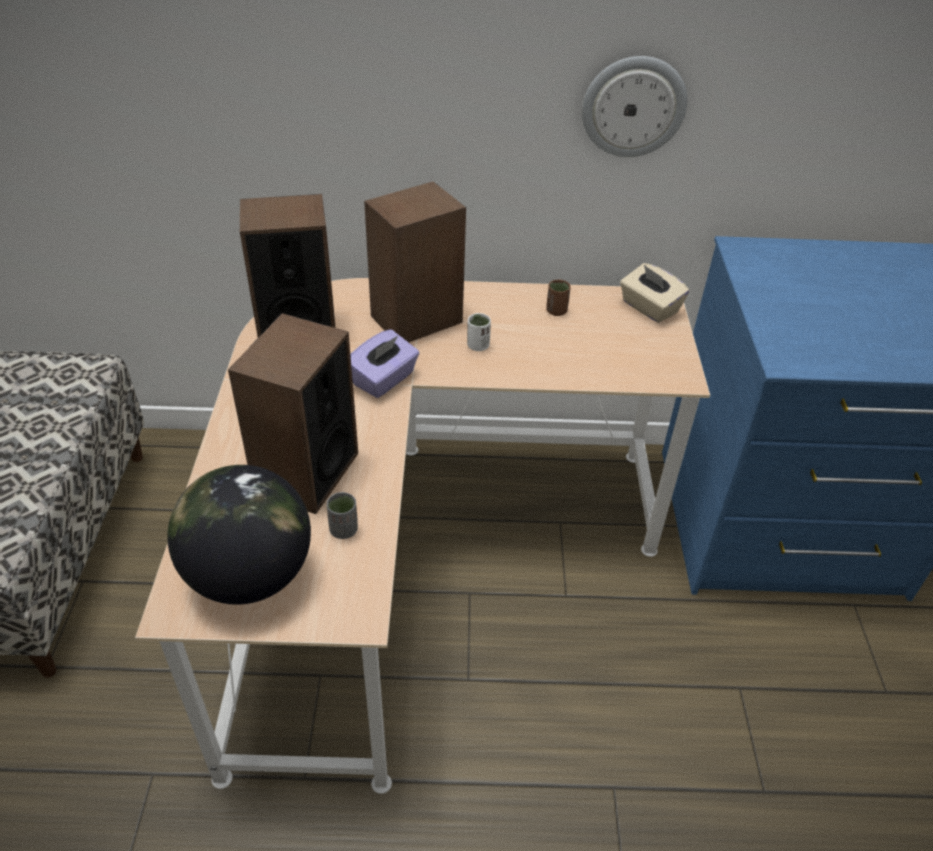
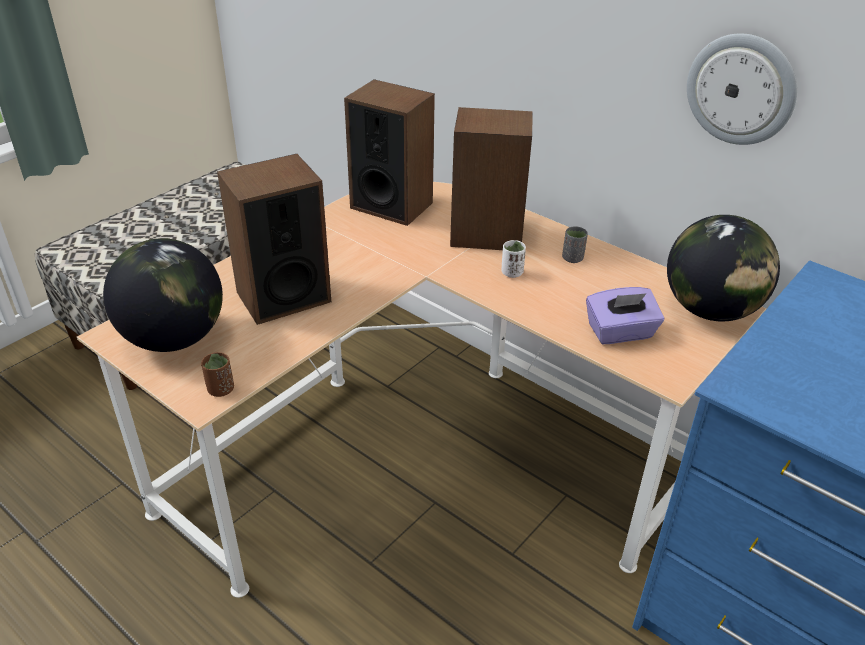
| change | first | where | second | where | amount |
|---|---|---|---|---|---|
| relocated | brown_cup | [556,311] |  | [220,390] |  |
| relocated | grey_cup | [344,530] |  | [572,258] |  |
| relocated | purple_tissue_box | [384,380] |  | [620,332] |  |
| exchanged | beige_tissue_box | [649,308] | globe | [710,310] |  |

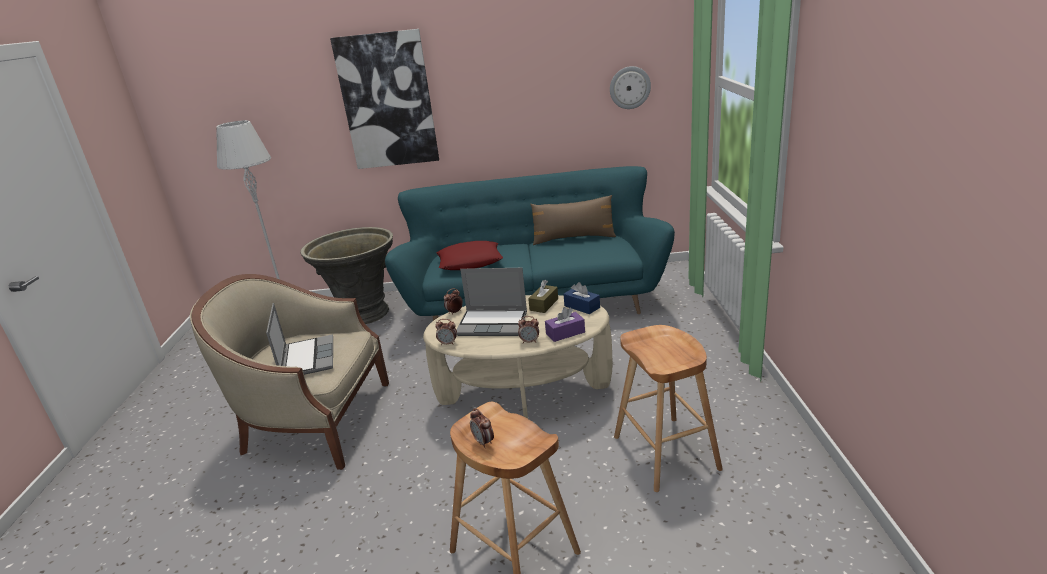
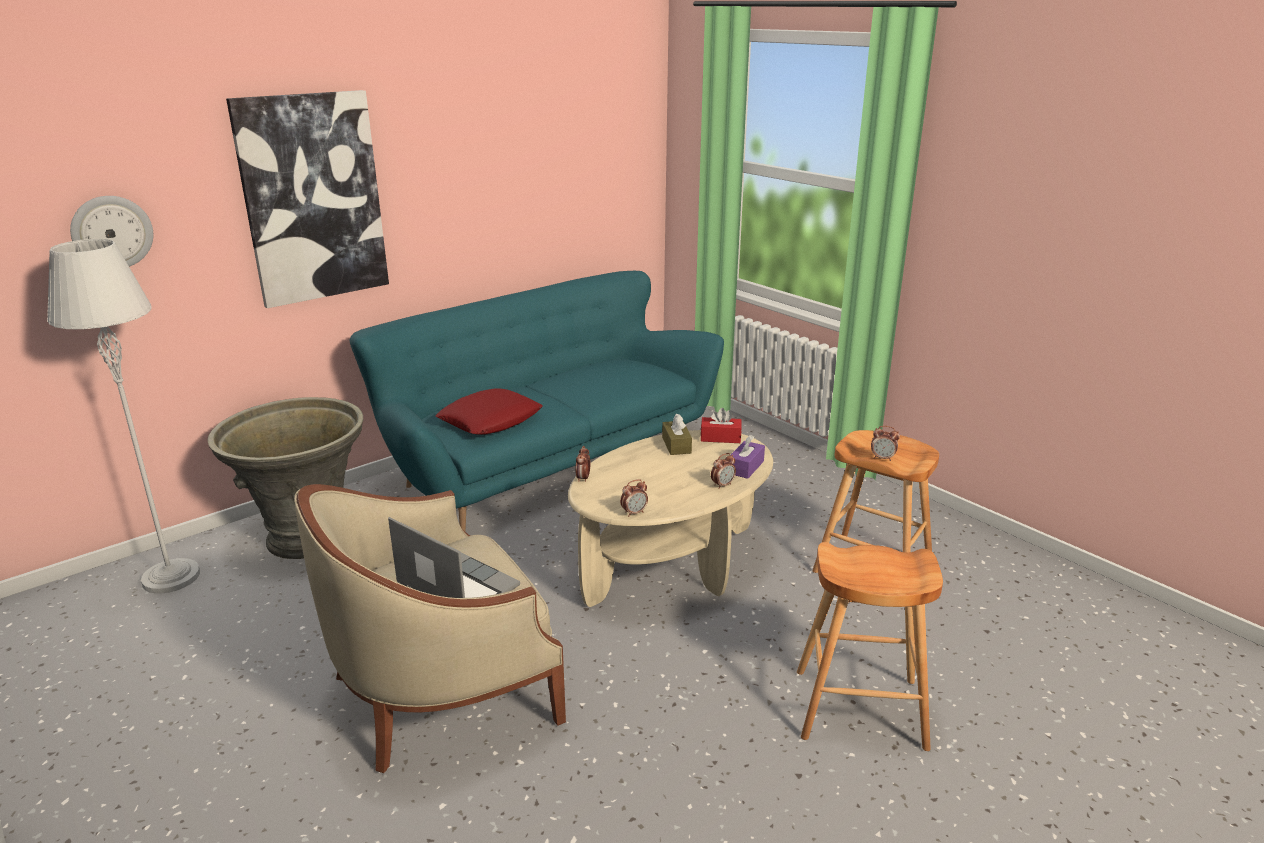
| change | first | where | second | where | amount |
|---|---|---|---|---|---|
| relocated | wall_clock | [629,87] |  | [112,232] |  |
| colour | blue_tissue_box | [582,307] | red_tissue_box | [720,438] |  |
| relocated | alarm_clock | [483,442] |  | [882,458] |  |
| missing | laptop | [493,323] |  |  |  |
| missing | brown_pillow | [573,238] |  |  |  |

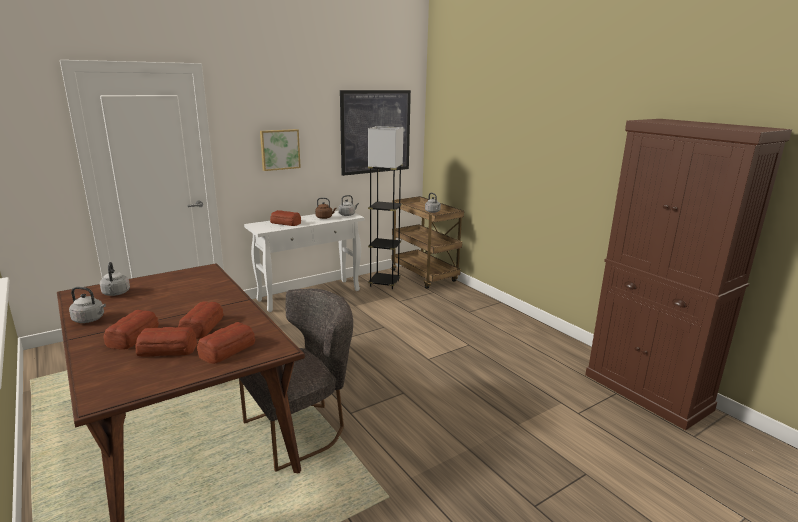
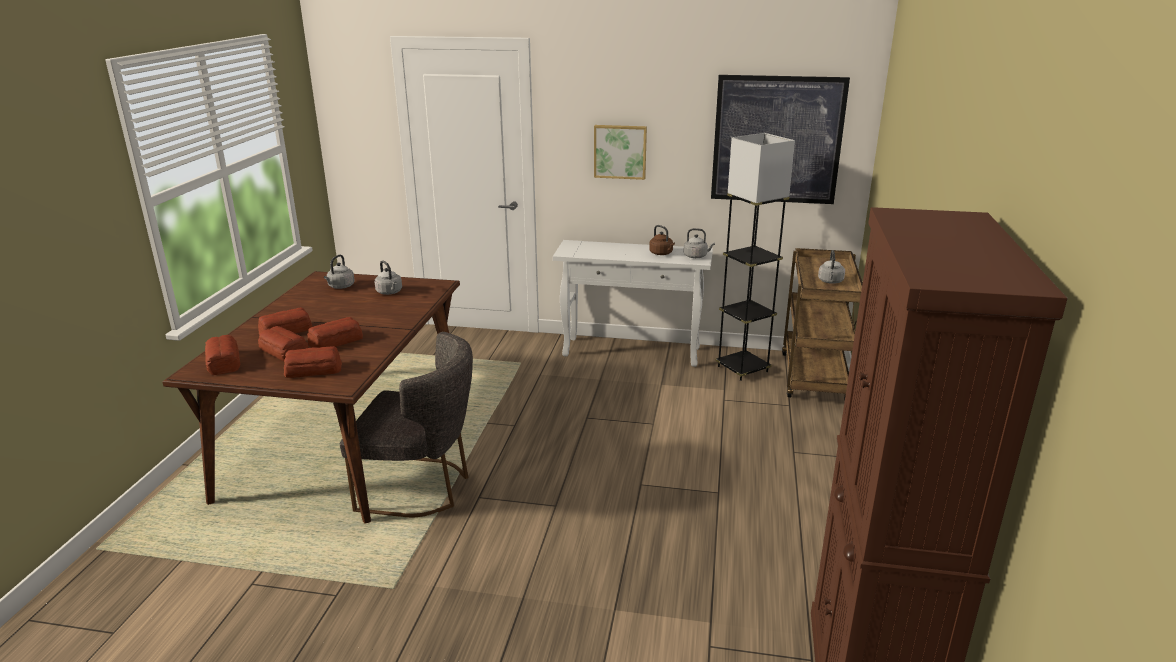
| change | first | where | second | where | amount |
|---|---|---|---|---|---|
| relocated | bread | [285,223] |  | [224,362] |  |
| relocated | grey_kettle | [90,319] |  | [390,292] |  |

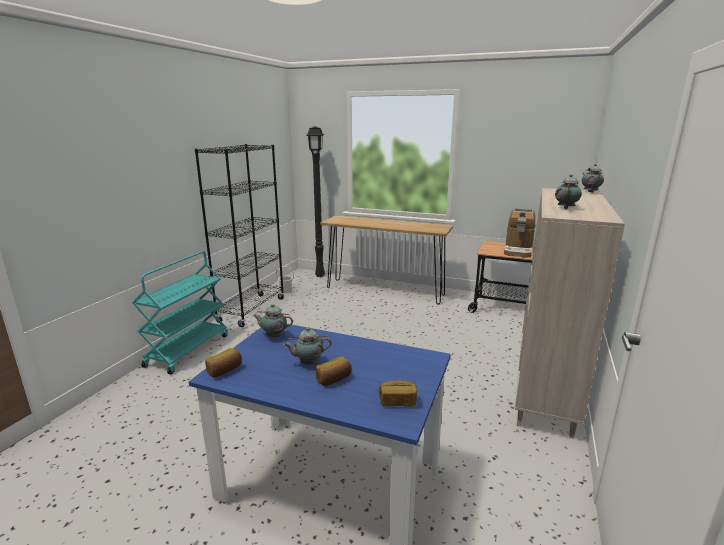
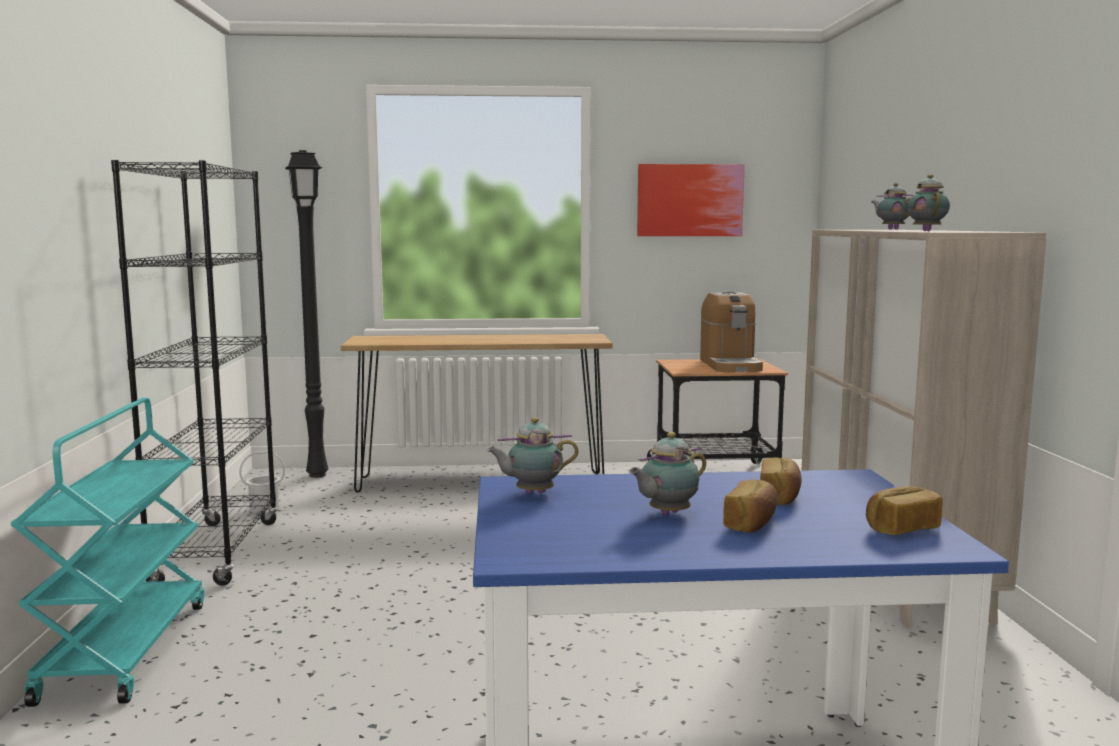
| change | first | where | second | where | amount |
|---|---|---|---|---|---|
| appeared |  |  | picture | [689,200] |  |
| relocated | bread | [225,370] |  | [780,497] |  |

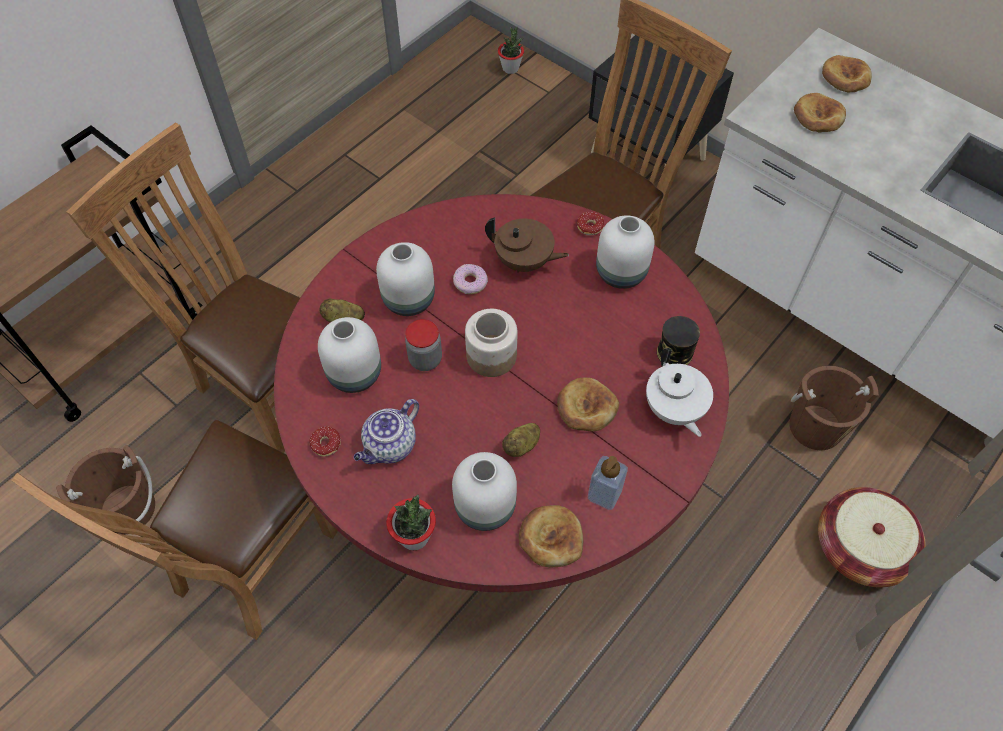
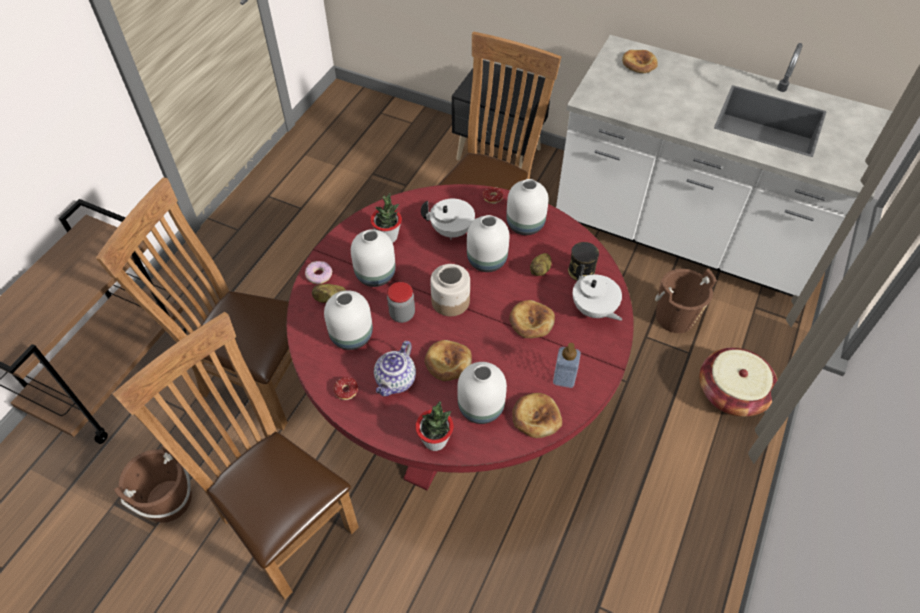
| change | first | where | second | where | amount |
|---|---|---|---|---|---|
| spun | brown_chair | [248,567] |  | [282,520] | 120 degrees clockwise |
| relocated | donut | [470,283] |  | [319,275] |  |
| relocated | potted_plant | [510,68] |  | [388,237] |  |
| colour | brown_teapot | [524,262] | white_teapot | [453,231] |  |
| relocated | bread | [818,116] |  | [448,362] |  |
| appeared |  |  | white_vase | [487,261] |  |
| relocated | potato | [522,446] |  | [540,270] |  |

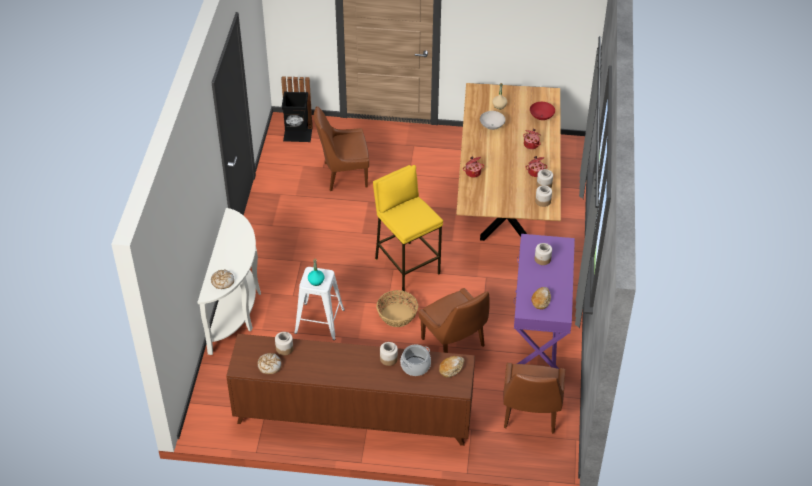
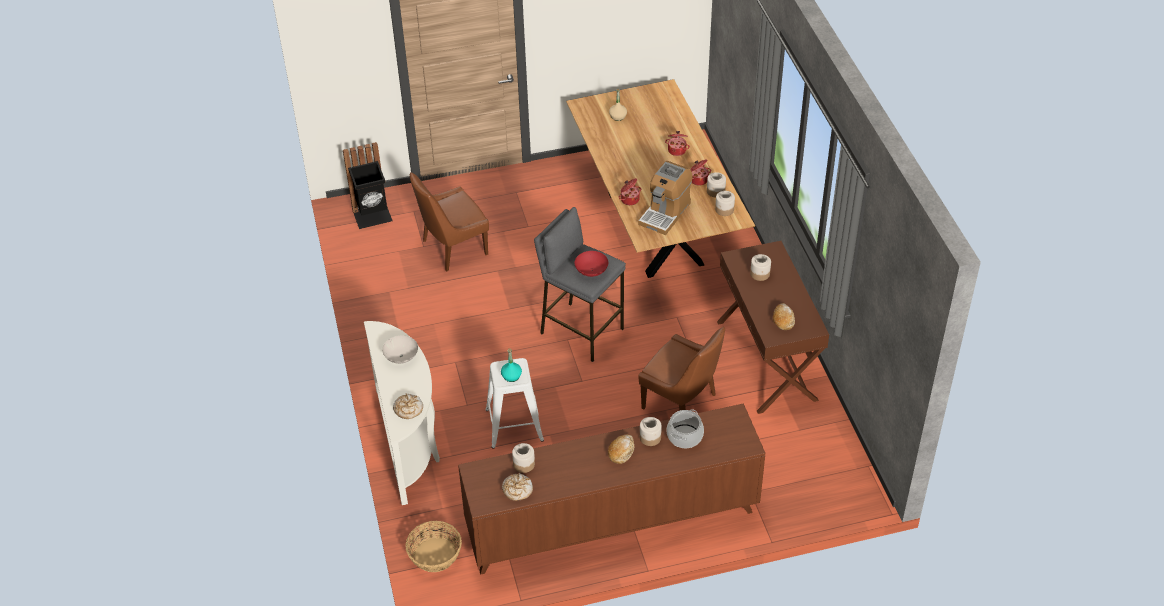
| change | first | where | second | where | amount |
|---|---|---|---|---|---|
| relocated | white_bowl | [492,126] |  | [401,357] |  |
| relocated | basket | [397,315] |  | [434,555] |  |
| colour | yellow_stool | [407,266] | grey_stool | [581,331] |  |
| relocated | red_bowl | [541,117] |  | [591,271] |  |
| relocated | bread | [451,368] |  | [621,451] |  |
| appeared |  |  | coffee_machine | [665,213] |  |
| colour | purple_console_table | [539,332] | brown_console_table | [767,360] |  |
| missing | brown_chair | [530,415] |  |  |  |

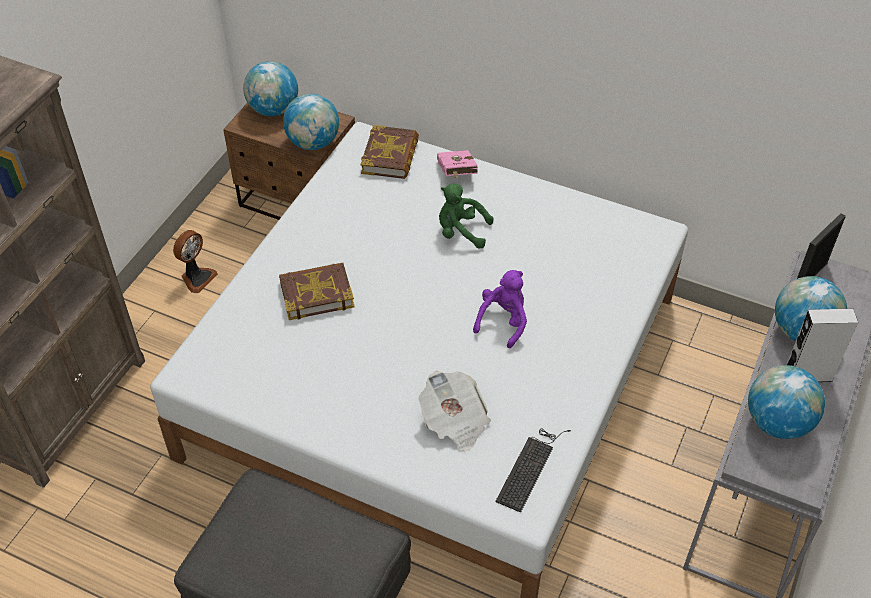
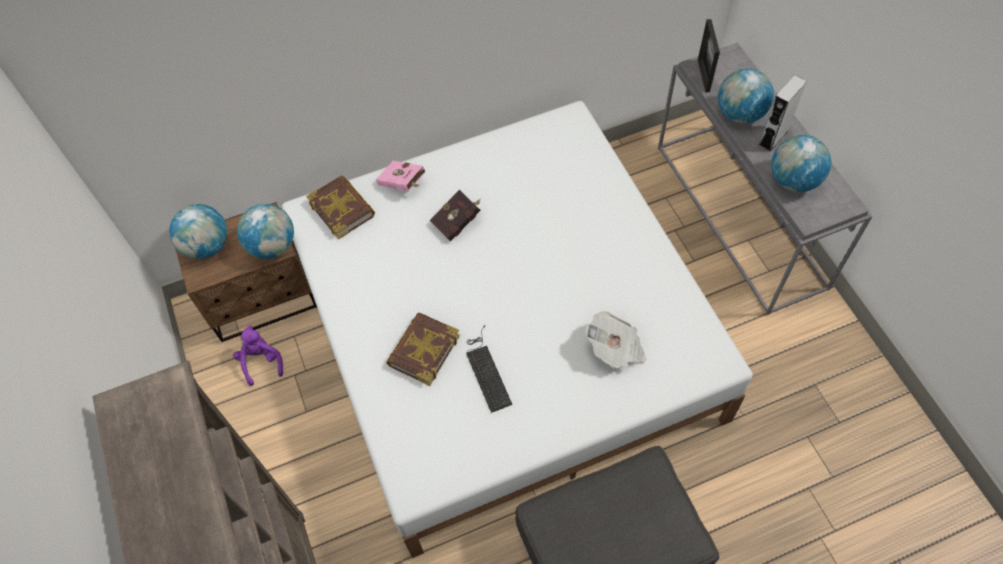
| change | first | where | second | where | amount |
|---|---|---|---|---|---|
| relocated | purple_plush_toy | [503,321] |  | [261,362] |  |
| exchanged | green_plush_toy | [461,231] | red_book | [458,222] |  |
| relocated | keyboard | [530,466] |  | [486,370] |  |
| missing | fan | [197,277] |  |  |  |

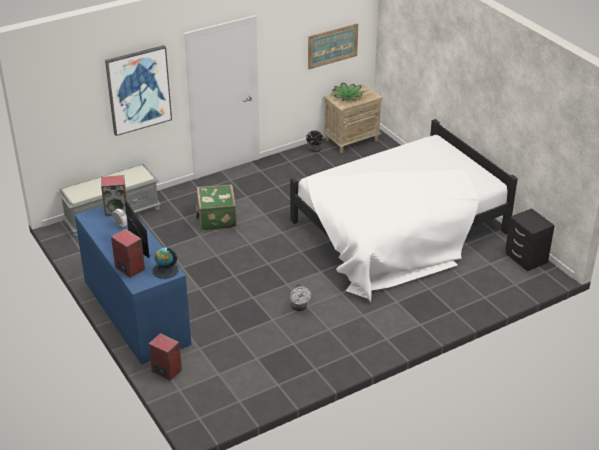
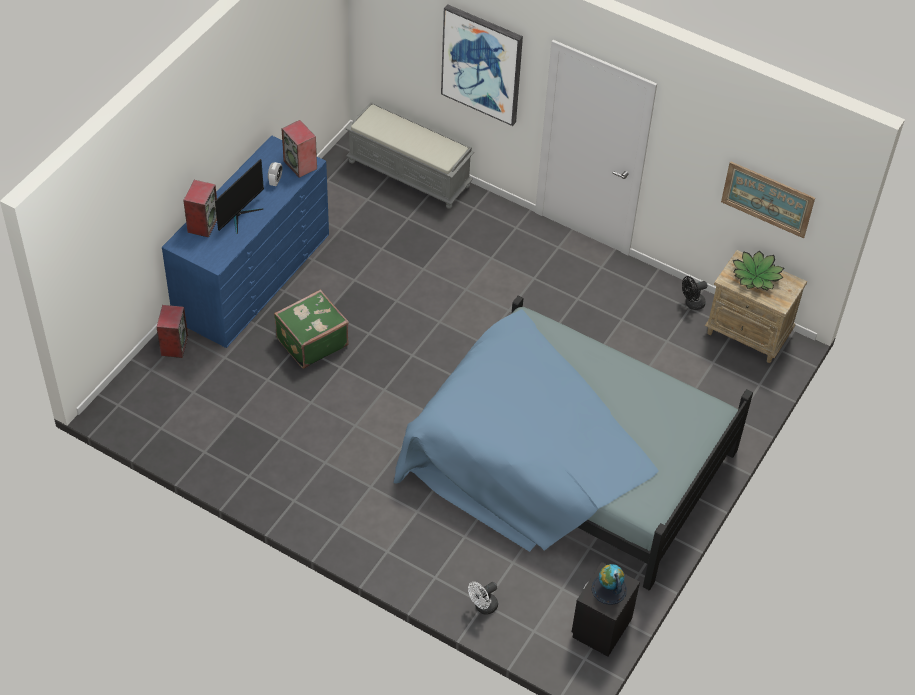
| change | first | where | second | where | amount |
|---|---|---|---|---|---|
| relocated | green_suitcase | [216,219] |  | [311,341] |  |
| colour | white_bed | [398,231] | blue_bed | [566,462] |  |
| relocated | white_fan | [299,308] |  | [483,607] |  |
| relocated | globe | [165,270] |  | [609,589] |  |

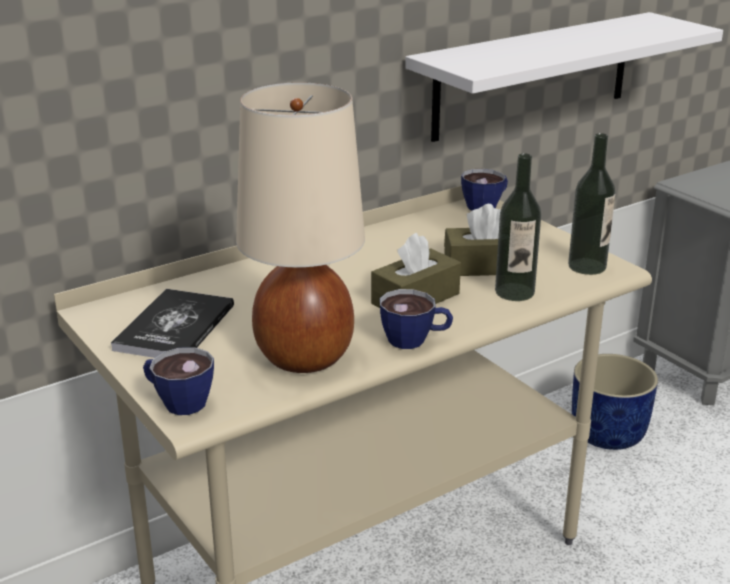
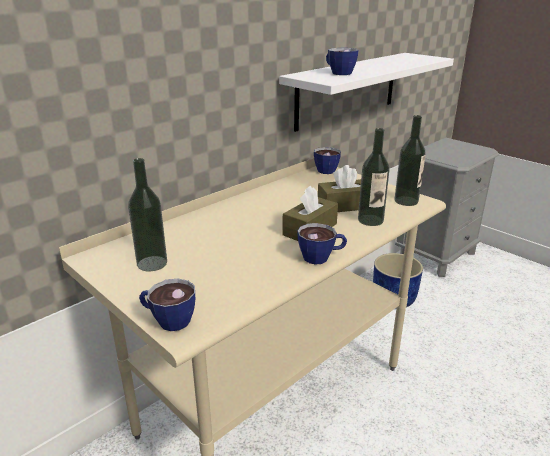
| change | first | where | second | where | amount |
|---|---|---|---|---|---|
| exchanged | book | [175,327] | bottle | [152,263] |  |
| appeared |  |  | cup | [338,73] |  |
| missing | beige_table_lamp | [305,357] |  |  |  |

